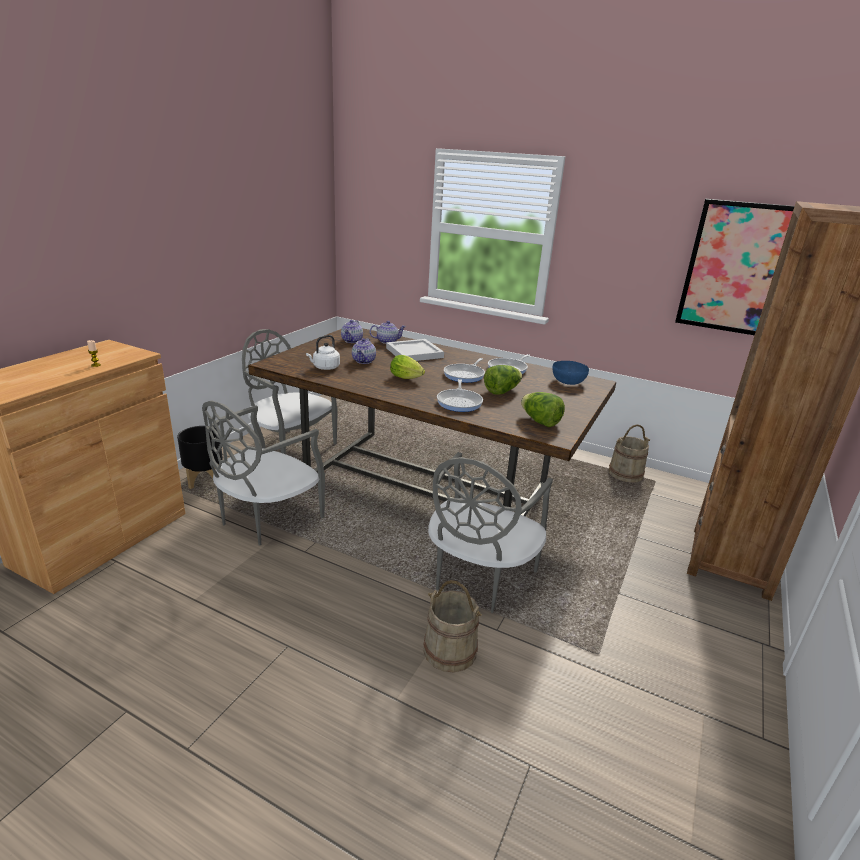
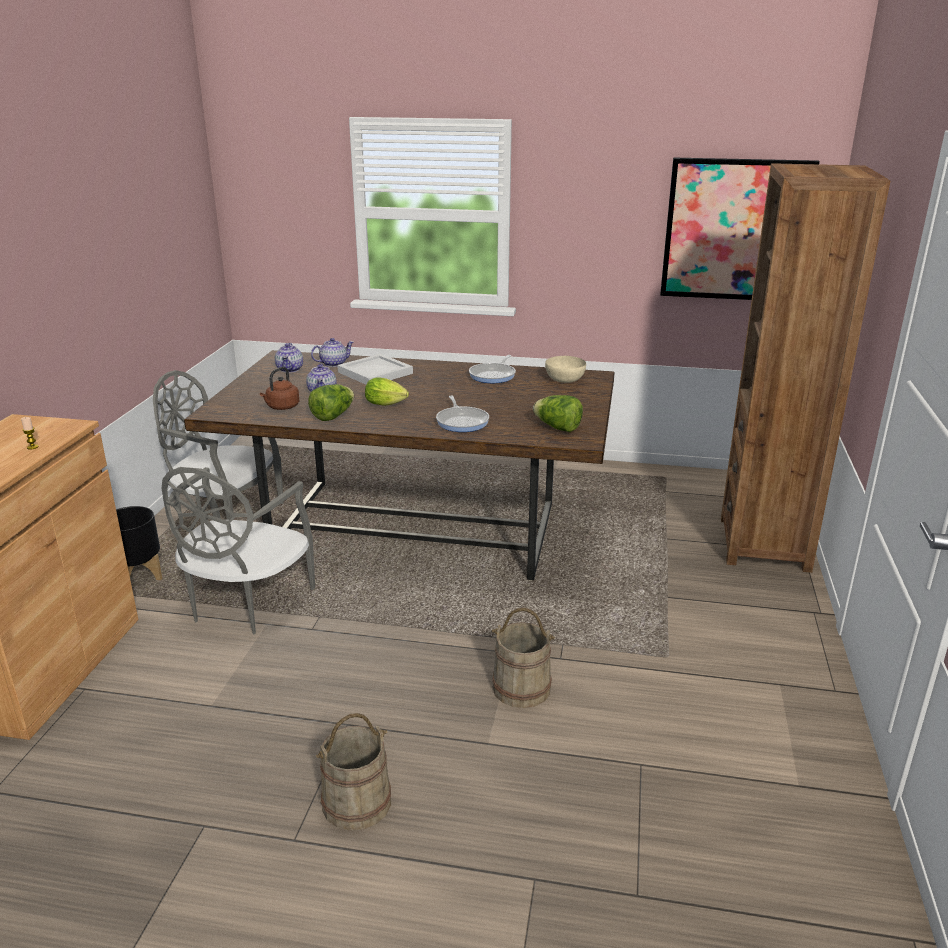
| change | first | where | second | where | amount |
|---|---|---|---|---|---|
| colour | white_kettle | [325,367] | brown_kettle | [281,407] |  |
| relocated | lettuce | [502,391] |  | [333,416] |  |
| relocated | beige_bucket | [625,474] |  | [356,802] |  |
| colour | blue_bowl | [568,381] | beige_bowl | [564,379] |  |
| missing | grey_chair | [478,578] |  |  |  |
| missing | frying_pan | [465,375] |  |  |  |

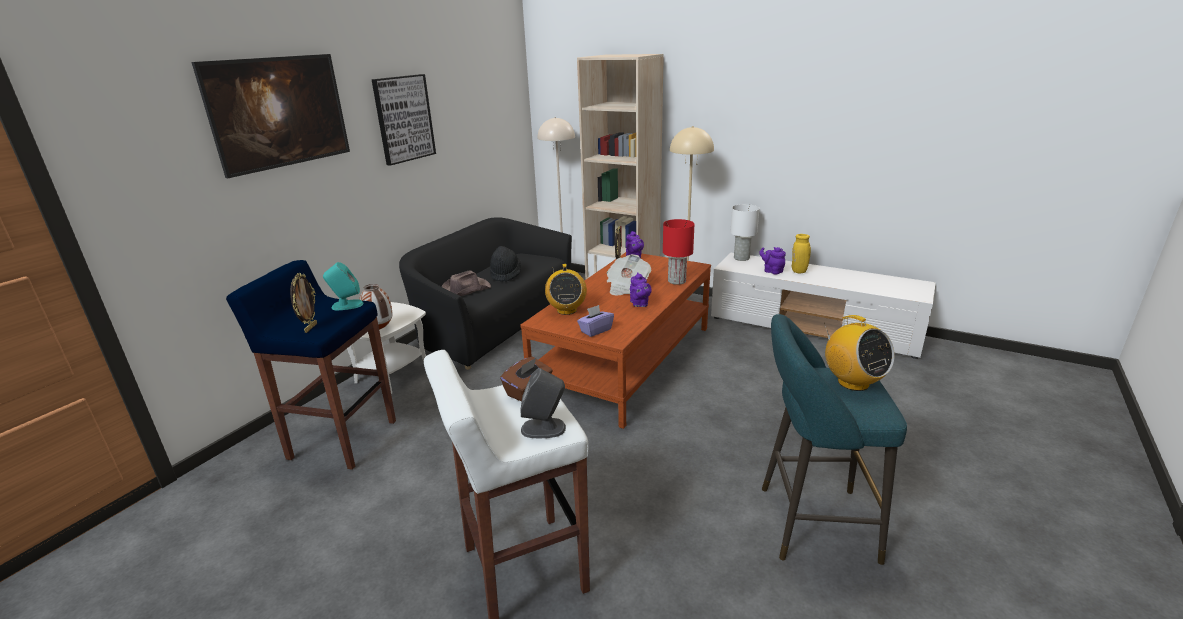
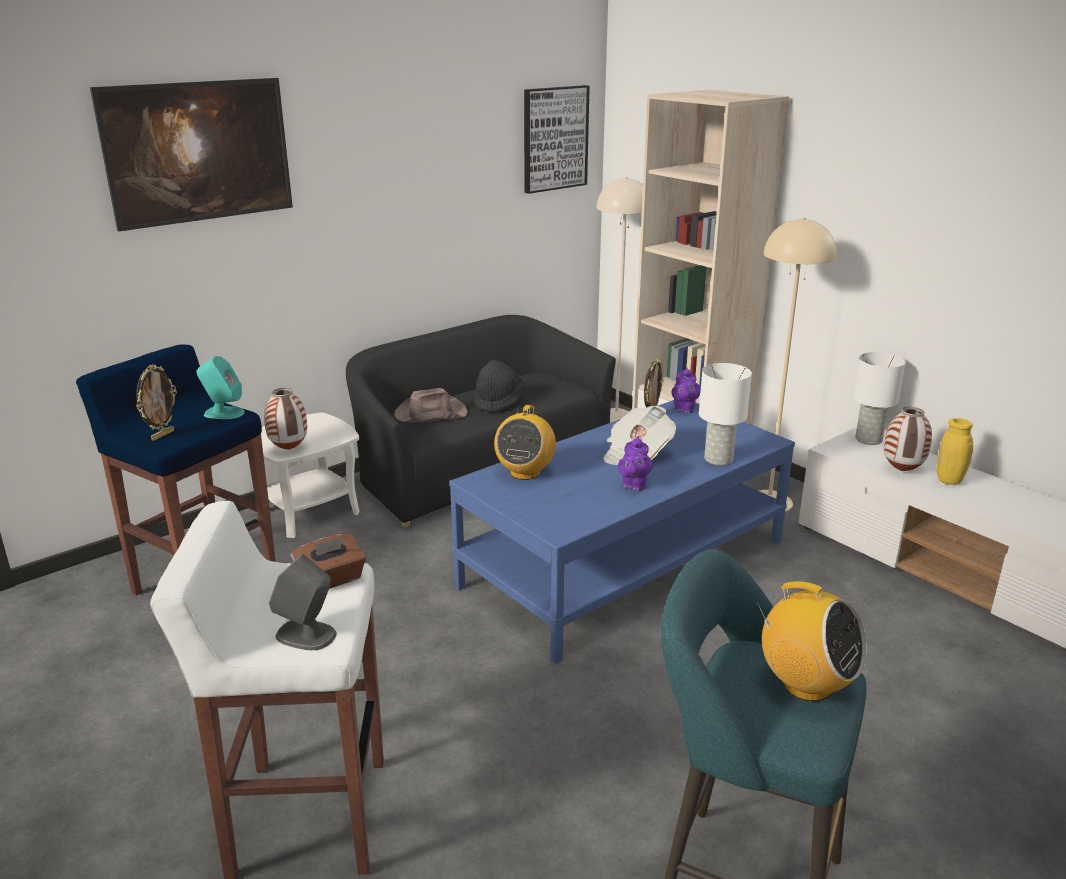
| change | first | where | second | where | amount |
|---|---|---|---|---|---|
| colour | brown_coffee_table | [626,360] | blue_coffee_table | [625,563] |  |
| relocated | picture | [404,119] |  | [554,138] |  |
| colour | red_table_lamp | [677,281] | white_table_lamp | [719,459] |  |
| spun | radio | [852,382] |  | [806,685] | 45 degrees counterclockwise |
| exchanged | purple_teapot | [772,271] | vase | [902,471] |  |
| missing | purple_tissue_box | [595,330] |  |  |  |

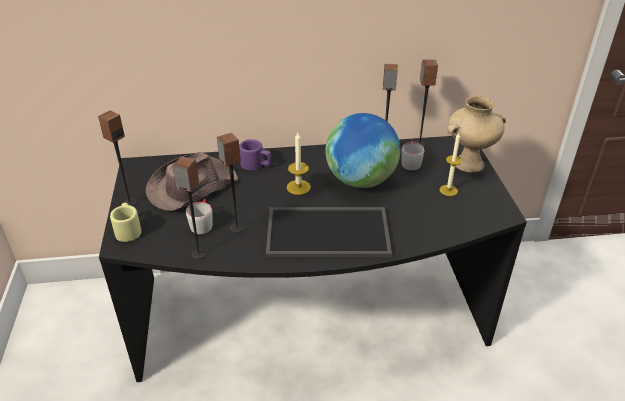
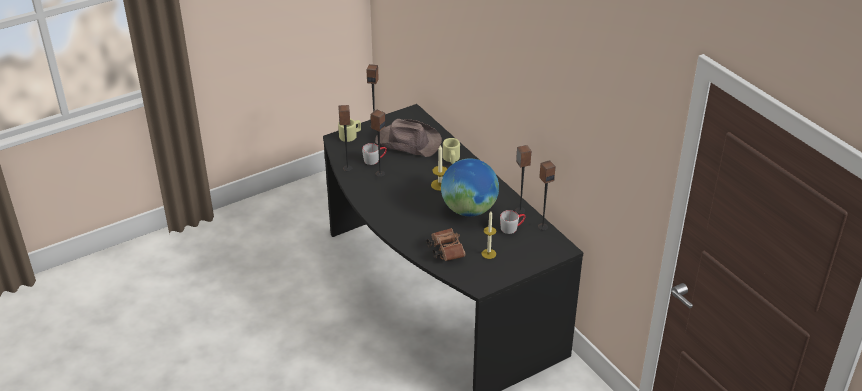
| change | first | where | second | where | amount |
|---|---|---|---|---|---|
| appeared |  |  | brown_binoculars | [445,250] |  |
| colour | purple_mug | [256,165] | beige_mug | [451,159] |  |
| missing | tray | [329,231] |  |  |  |
| missing | beige_vase | [469,163] |  |  |  |

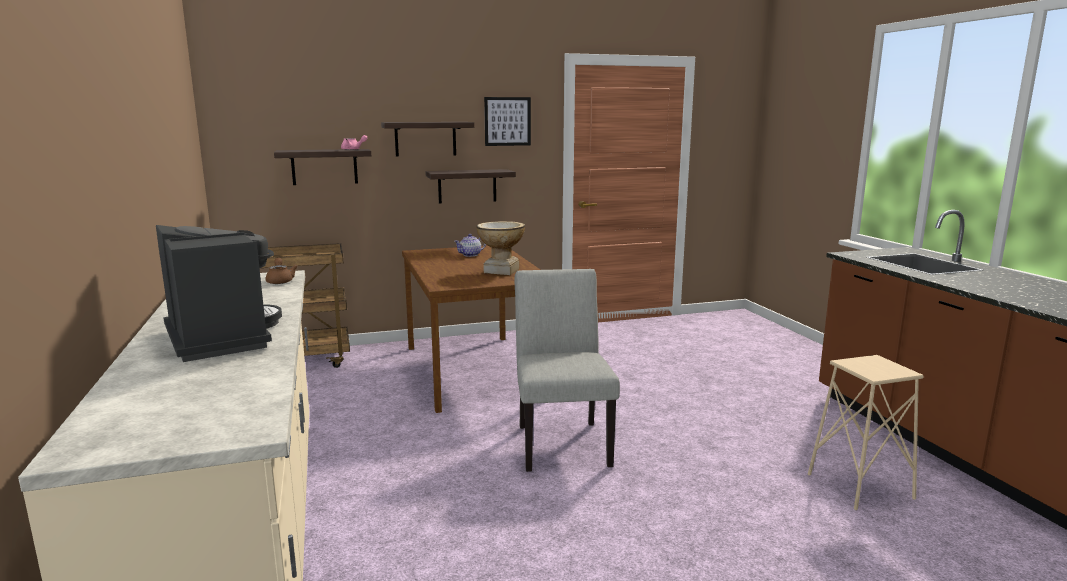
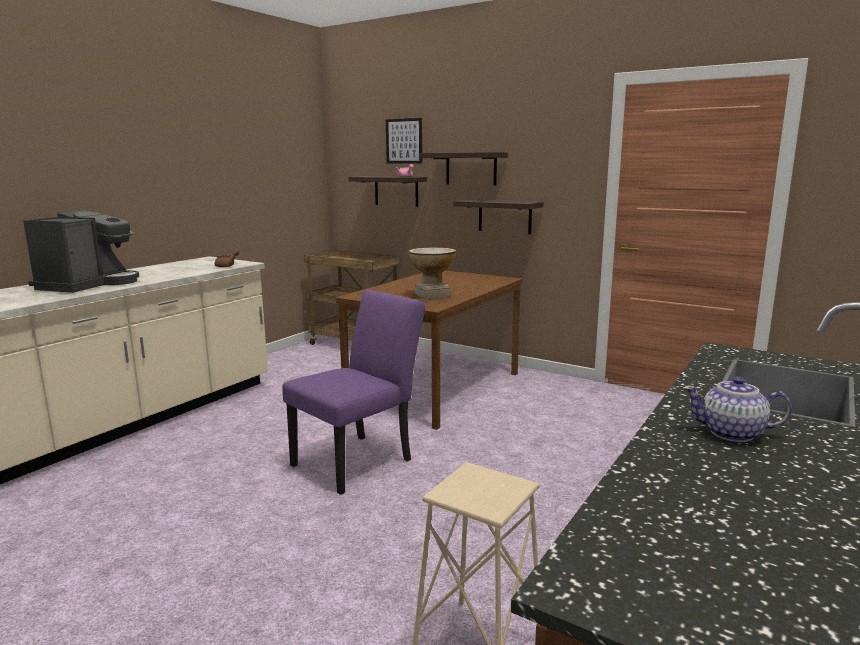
| change | first | where | second | where | amount |
|---|---|---|---|---|---|
| colour | grey_chair | [561,441] | purple_chair | [359,460] |  |
| relocated | picture | [507,121] |  | [404,141] |  |
| relocated | teapot | [470,255] |  | [732,433] |  |

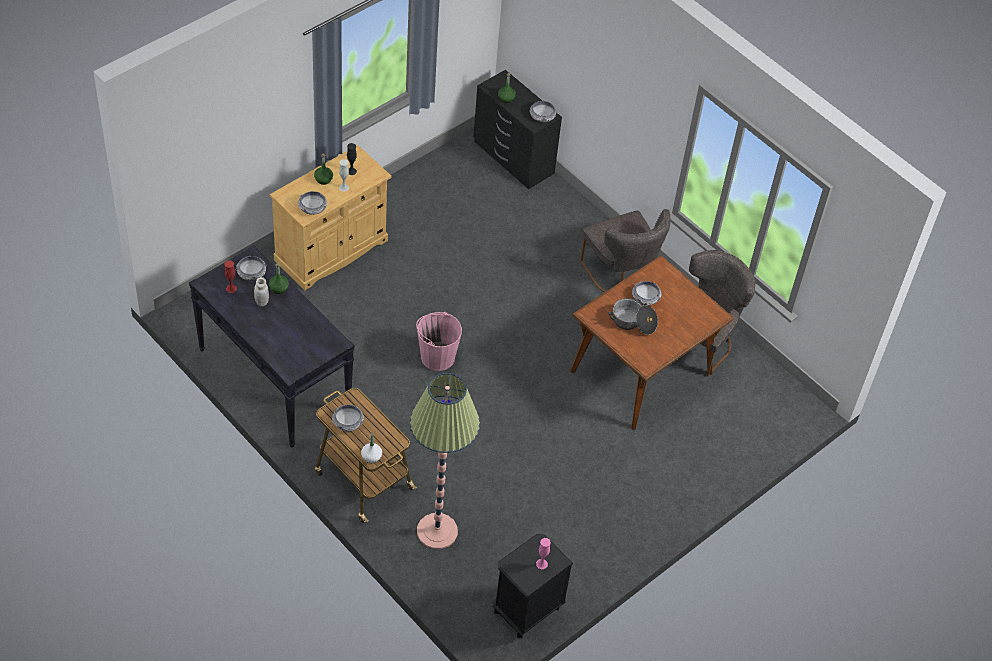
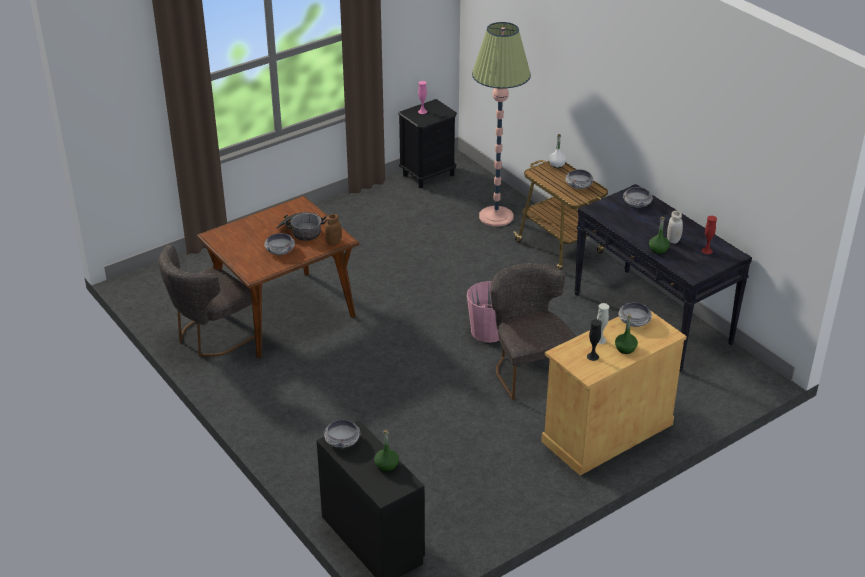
| change | first | where | second | where | amount |
|---|---|---|---|---|---|
| appeared |  |  | brown_jar | [333,242] |  |
| relocated | grey_chair | [621,275] |  | [528,370] |  |
| relocated | bowl | [251,273] |  | [637,203] |  |

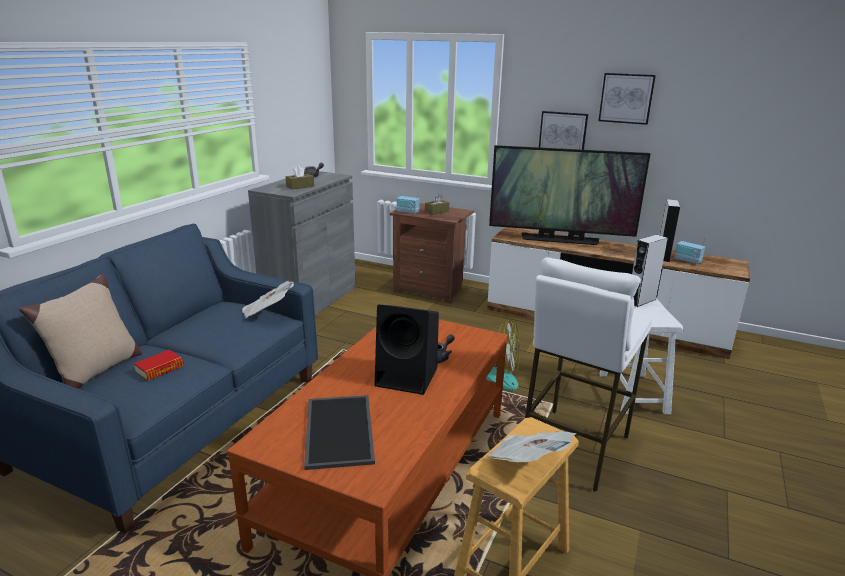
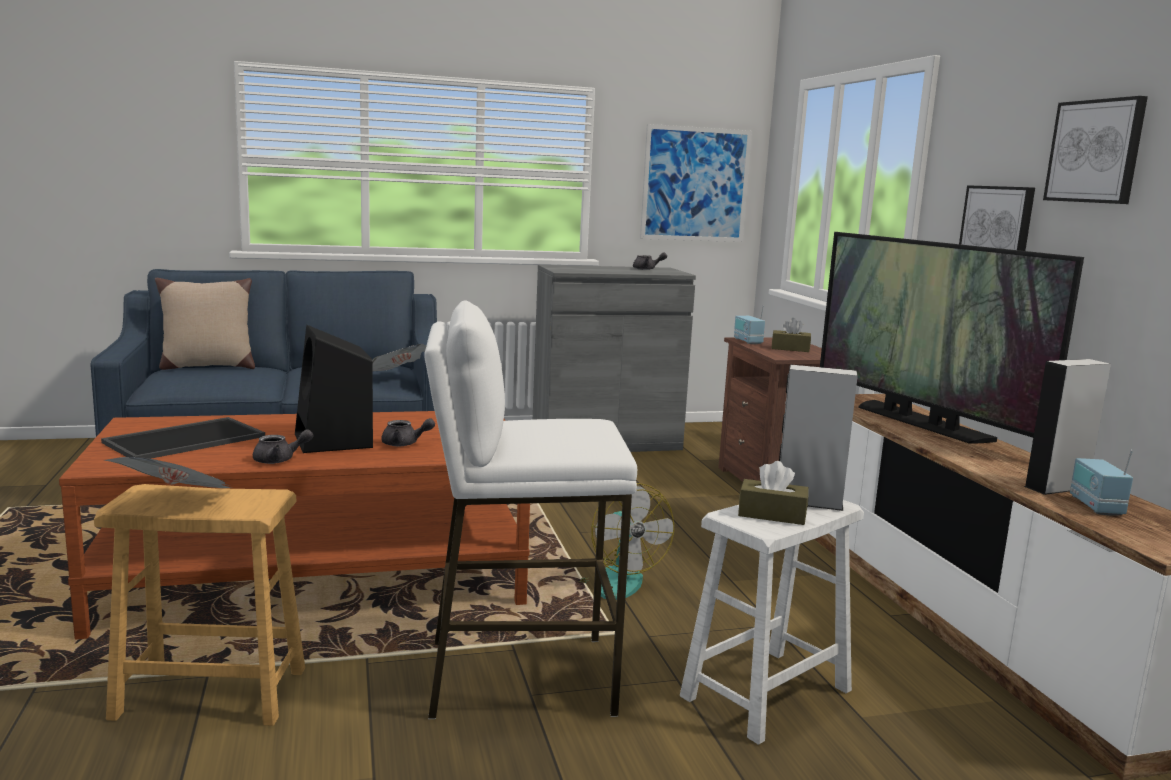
| change | first | where | second | where | amount |
|---|---|---|---|---|---|
| appeared |  |  | grey_teapot | [280,460] |  |
| appeared |  |  | picture | [695,184] |  |
| relocated | brown_tissue_box | [300,186] |  | [772,514] |  |
| missing | book | [160,369] |  |  |  |

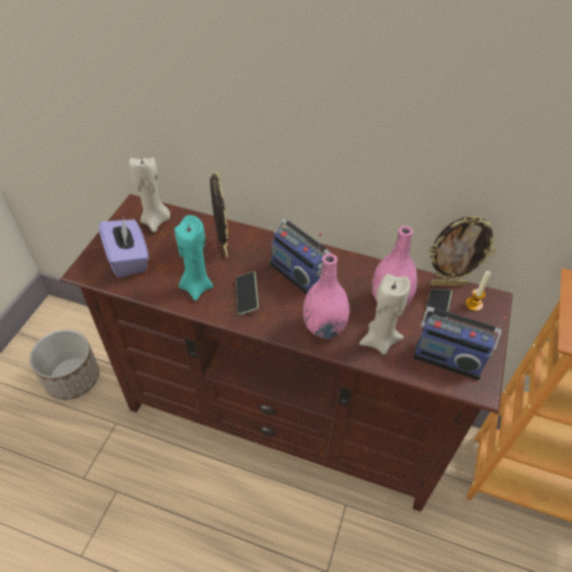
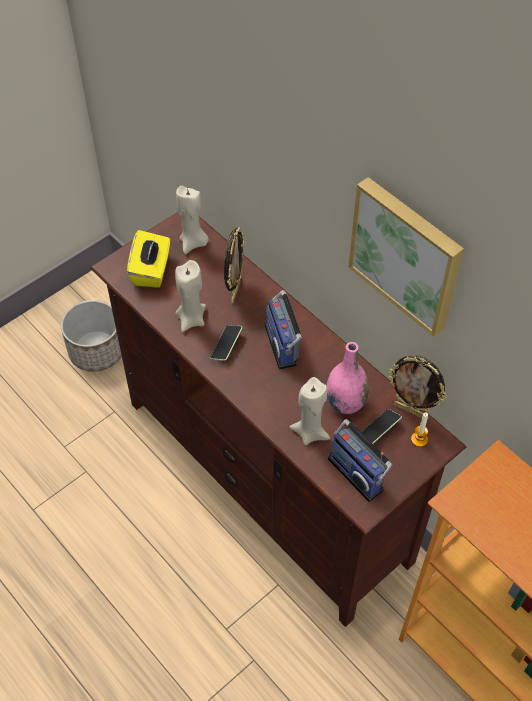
| change | first | where | second | where | amount |
|---|---|---|---|---|---|
| colour | purple_tissue_box | [128,259] | yellow_tissue_box | [151,271] |  |
| colour | turquoise_candle | [196,286] | beige_candle | [191,319] |  |
| appeared |  |  | picture | [407,254] |  |
| missing | pink_vase | [324,328] |  |  |  |

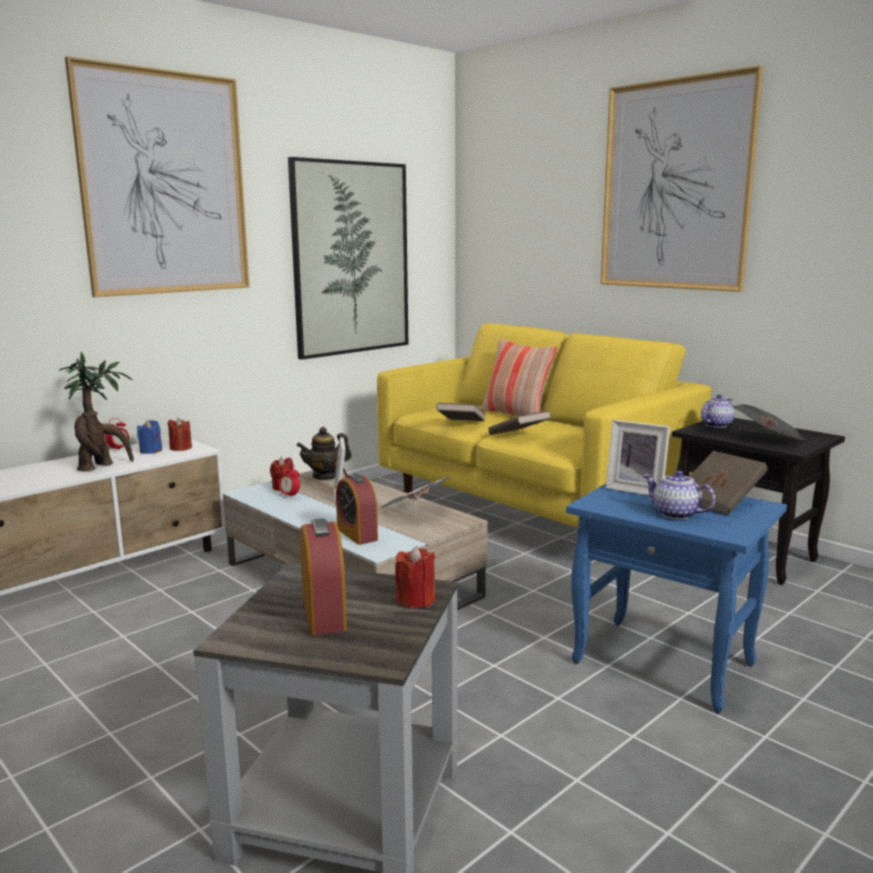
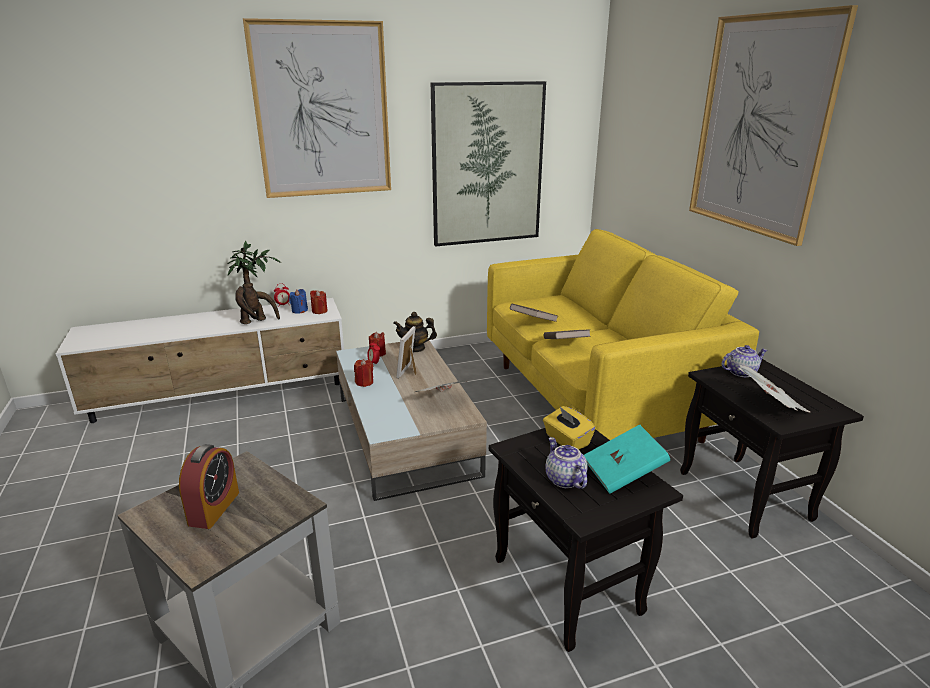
| change | first | where | second | where | amount |
|---|---|---|---|---|---|
| relocated | red_candle | [416,600] |  | [364,382] |  |
| colour | blue_side_table | [667,663] | black_side_table | [570,587] |  |
| exchanged | picture_frame | [636,490] | yellow_tissue_box | [566,441] |  |
| colour | brown_book | [719,501] | turquoise_book | [623,473] |  |
| missing | alarm_clock | [357,534] |  |  |  |
| missing | pillow | [516,415] |  |  |  |

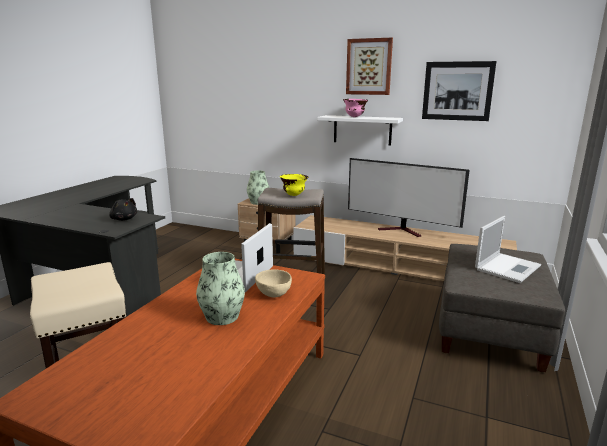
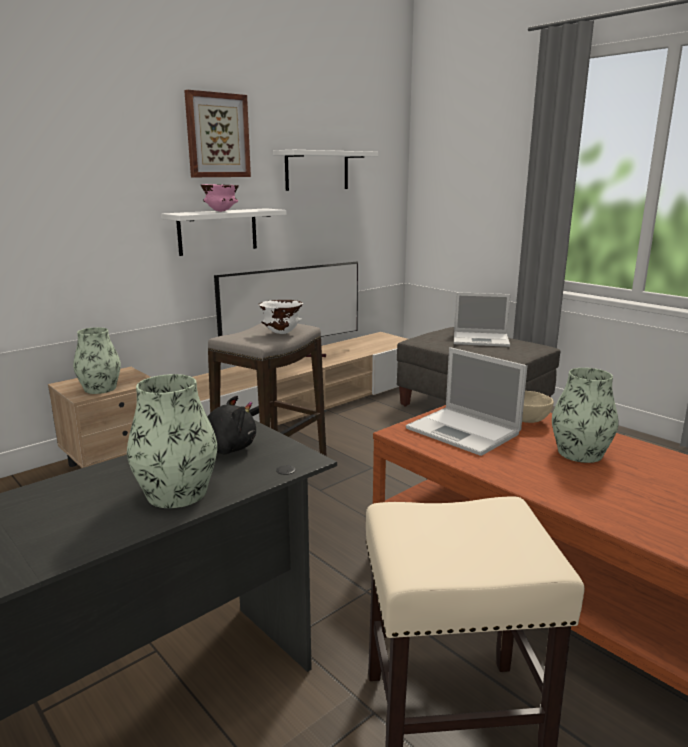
| change | first | where | second | where | amount |
|---|---|---|---|---|---|
| appeared |  |  | vase | [177,493] |  |
| colour | yellow_bowl | [294,195] | white_bowl | [281,333] |  |
| exchanged | picture | [457,91] | white_shelf | [317,170] |  |
| spun | laptop | [508,267] |  | [482,339] | 120 degrees clockwise |

